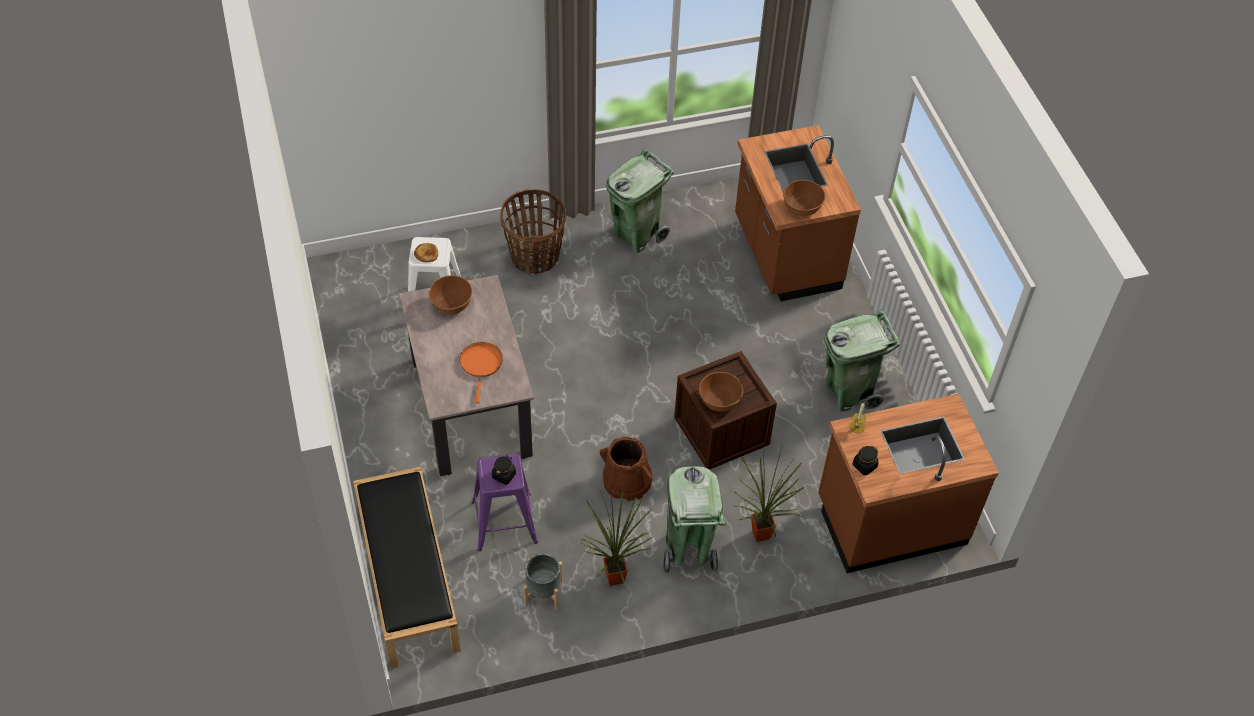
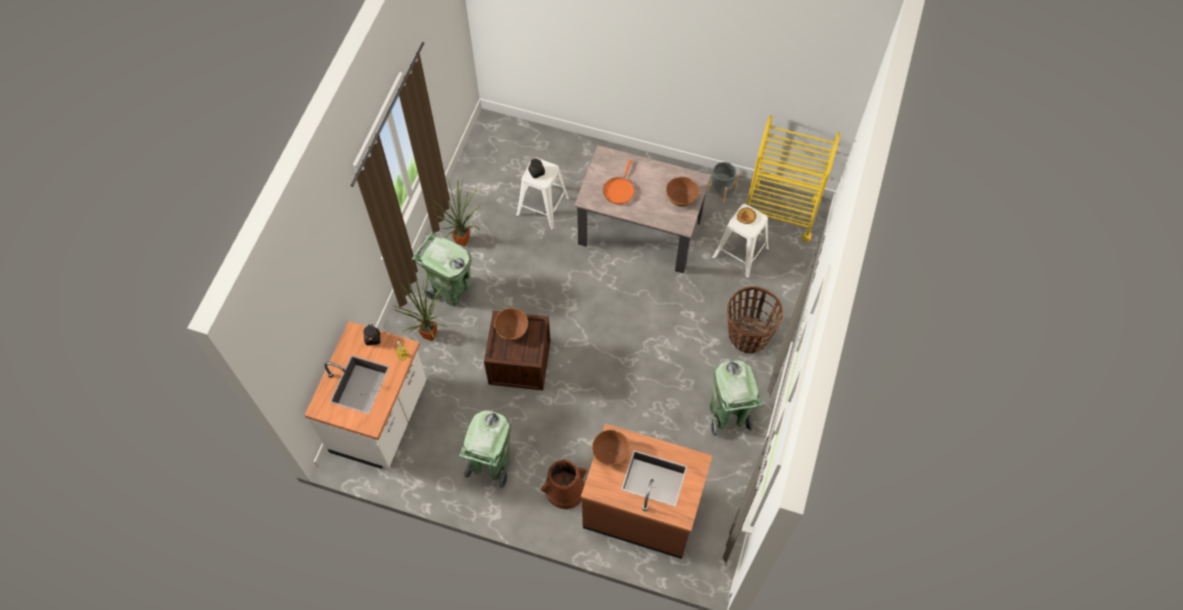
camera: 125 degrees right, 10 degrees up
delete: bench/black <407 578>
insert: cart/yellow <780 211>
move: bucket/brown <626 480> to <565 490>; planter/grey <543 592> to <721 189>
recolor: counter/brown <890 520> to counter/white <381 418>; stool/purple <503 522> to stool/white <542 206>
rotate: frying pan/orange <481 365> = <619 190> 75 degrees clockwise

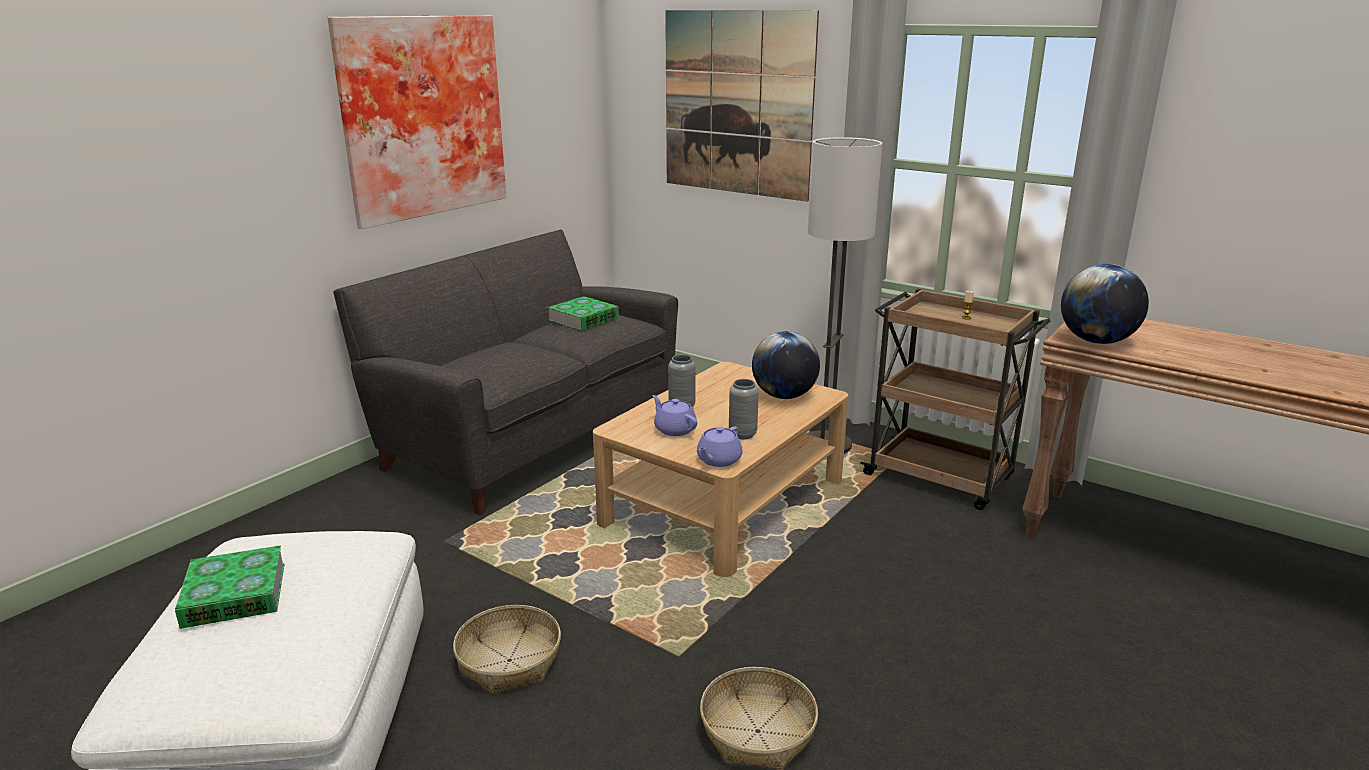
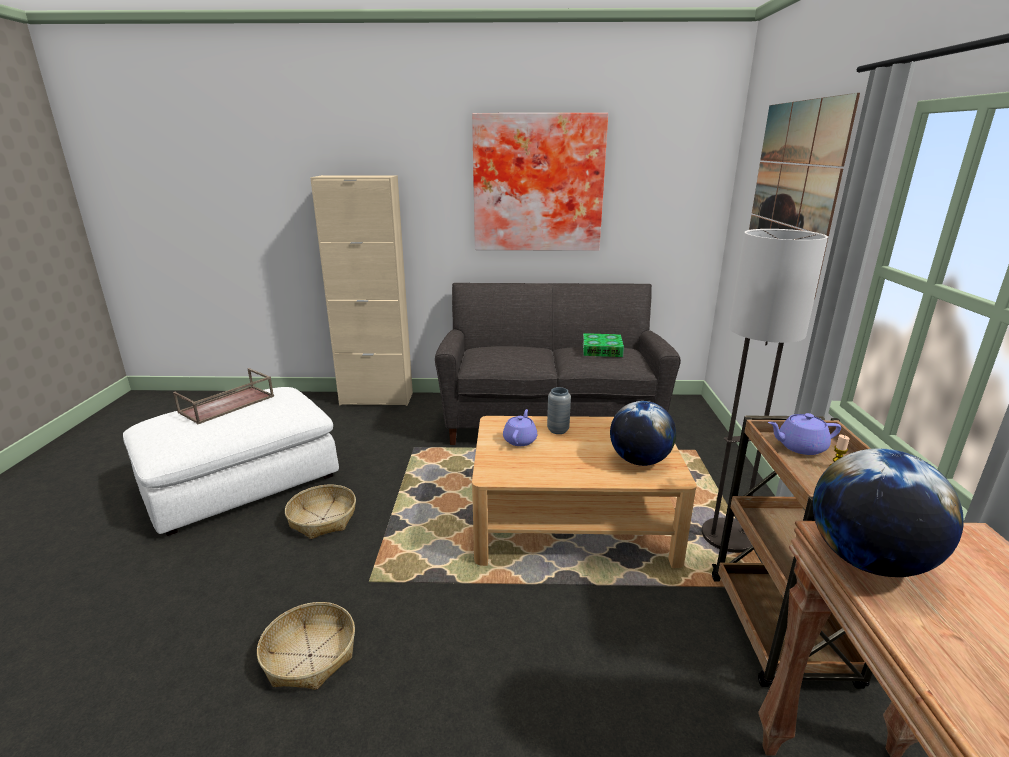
camera: 55 degrees right, 0 degrees up
delete: vase/grey <742 434>
insert: cabinet/beige <376 399>
move: teapot/purple <718 460> to <800 447>
replace: book <235 595> to tray/brown <227 405>

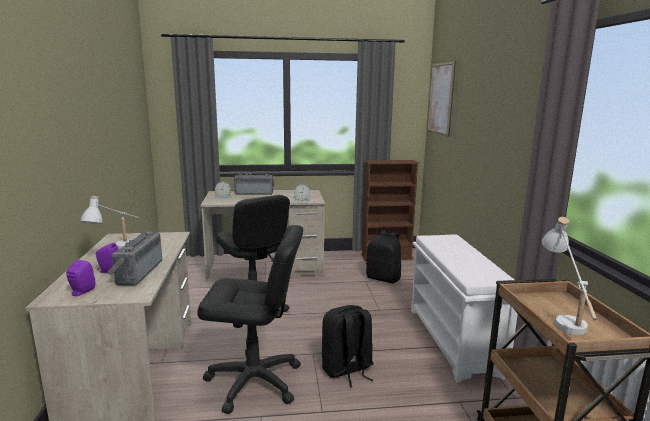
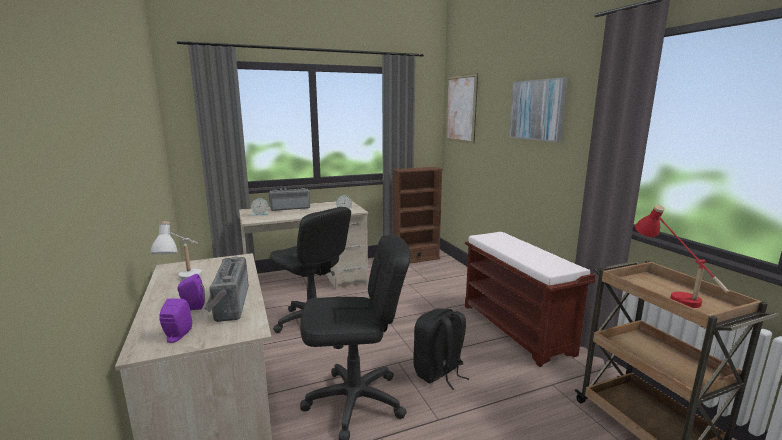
camera: 15 degrees left, 0 degrees up
delete: backpack/black <383 278>
insert: picture <537 110>
recolor: bench/white <454 341> to bench/brown <516 329>; table lamp/white <563 316> to table lamp/red <670 293>

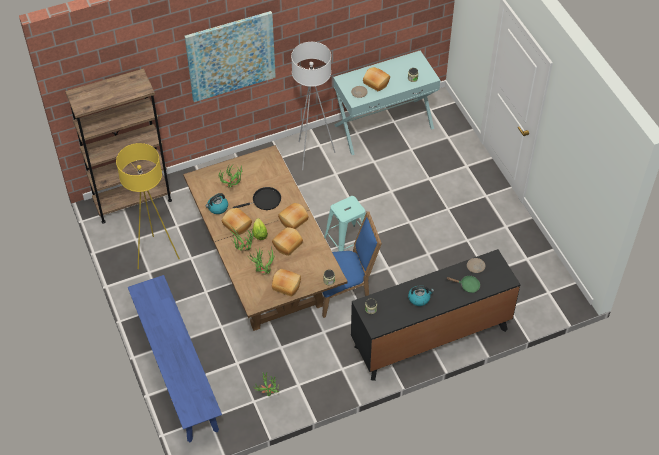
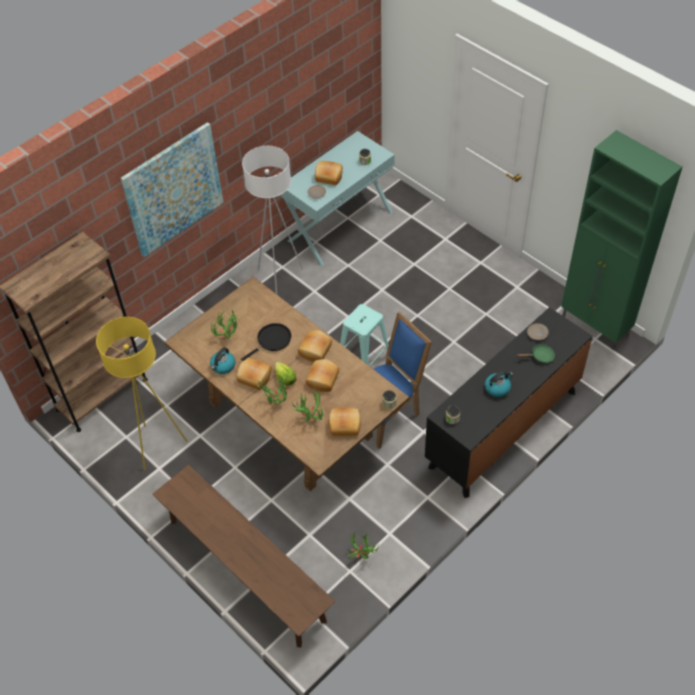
camera: 20 degrees left, 0 degrees up
insert: cabinet/green <595 326>
recolor: bench/blue <177 371> to bench/brown <246 570>

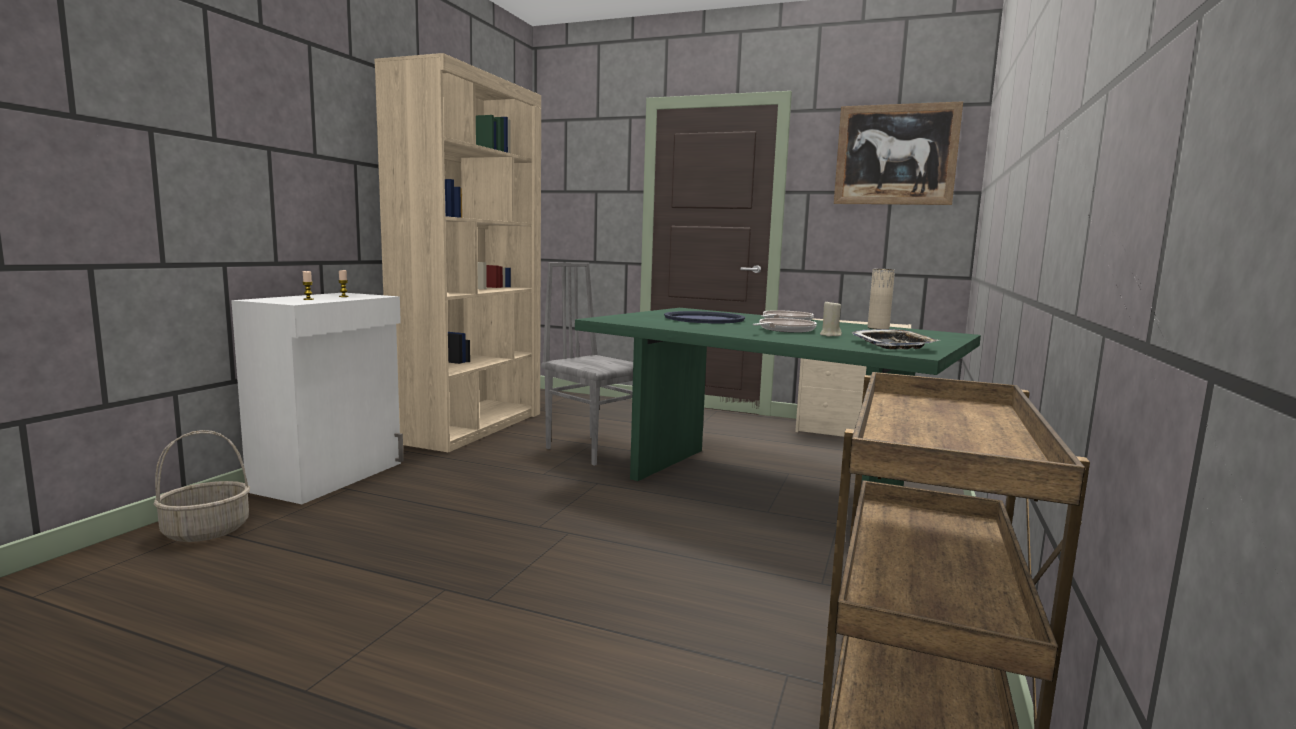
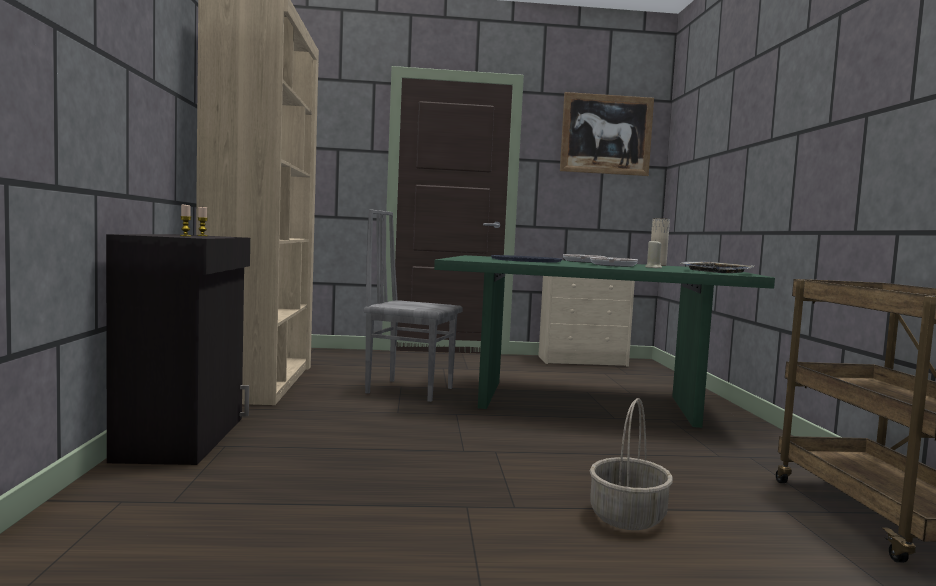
camera: 25 degrees left, 5 degrees down
move: basket <205 531> to <628 517>
recolor: cabinet/white <331 476> to cabinet/black <185 438>

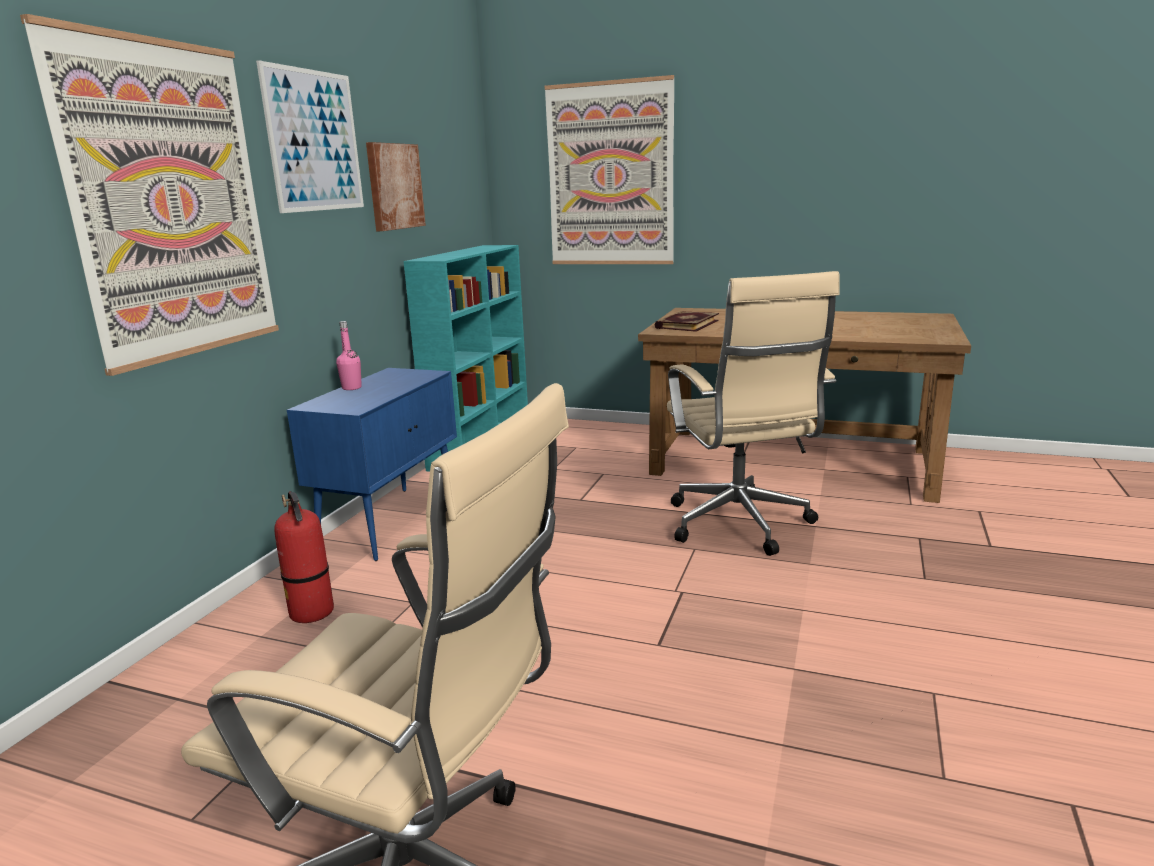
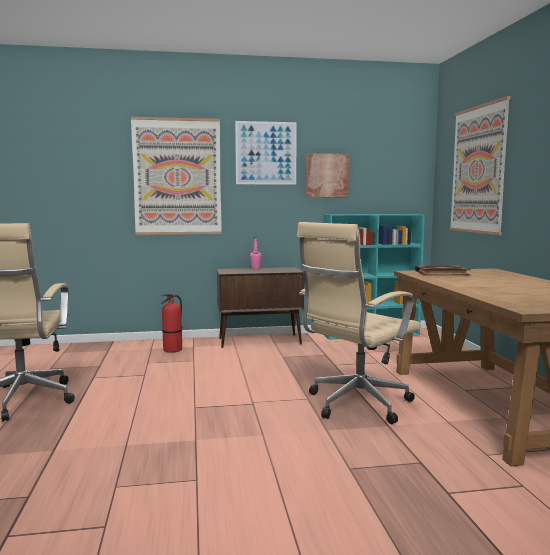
camera: 60 degrees right, 10 degrees down
recolor: cabinet/blue <392 521> to cabinet/brown <260 341>

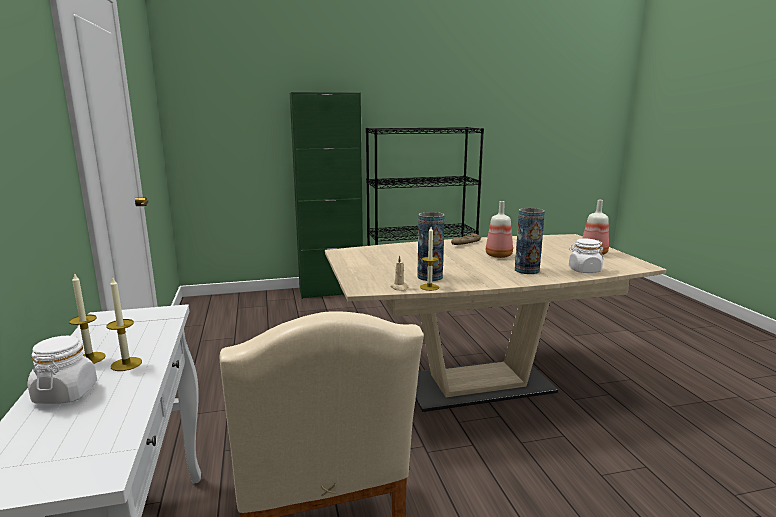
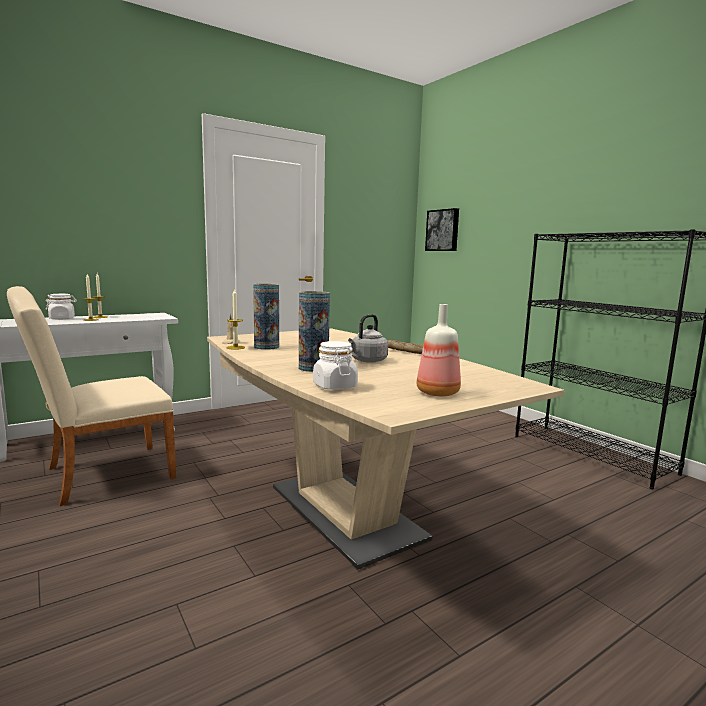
camera: 70 degrees right, 5 degrees down
delete: cabinet/green <331 291>
insert: picture <443 230>
replace: bottle <499 255> to kettle/grey <367 361>

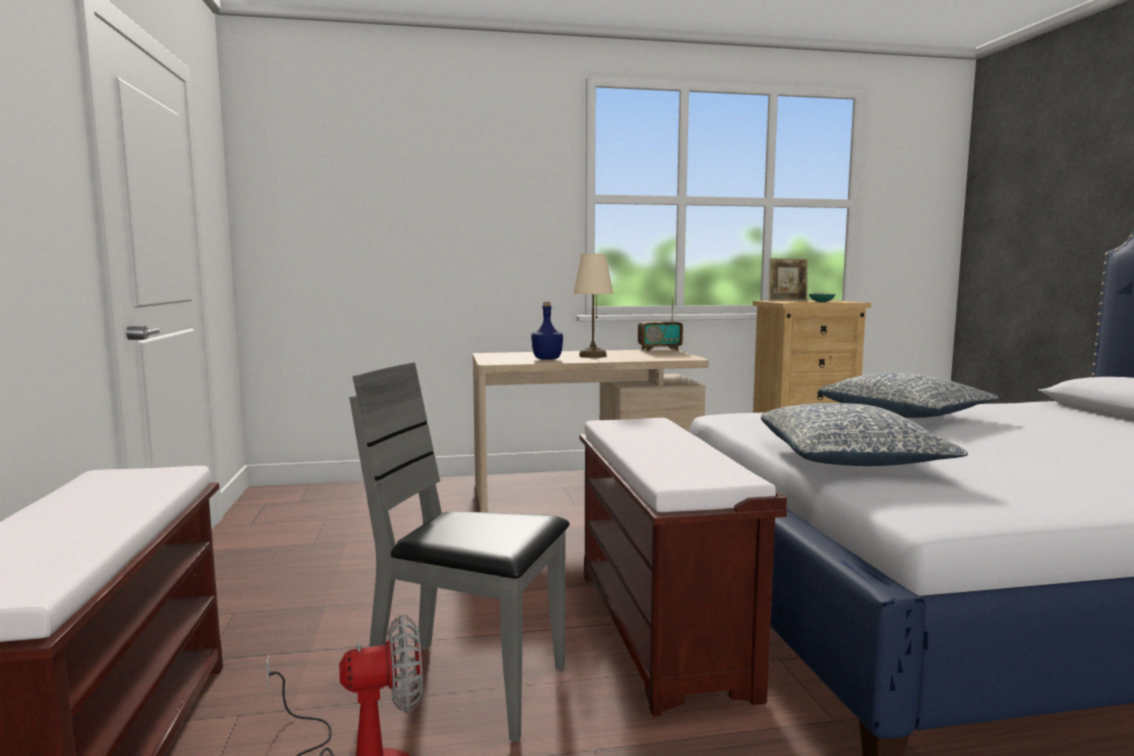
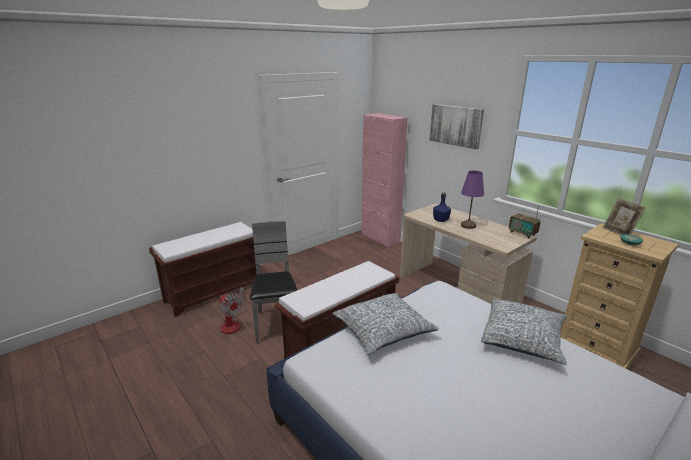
camera: 60 degrees right, 15 degrees up
insert: cabinet/pink <380 238>; picture <456 125>
recolor: table lamp/beige <592 356> to table lamp/purple <468 225>

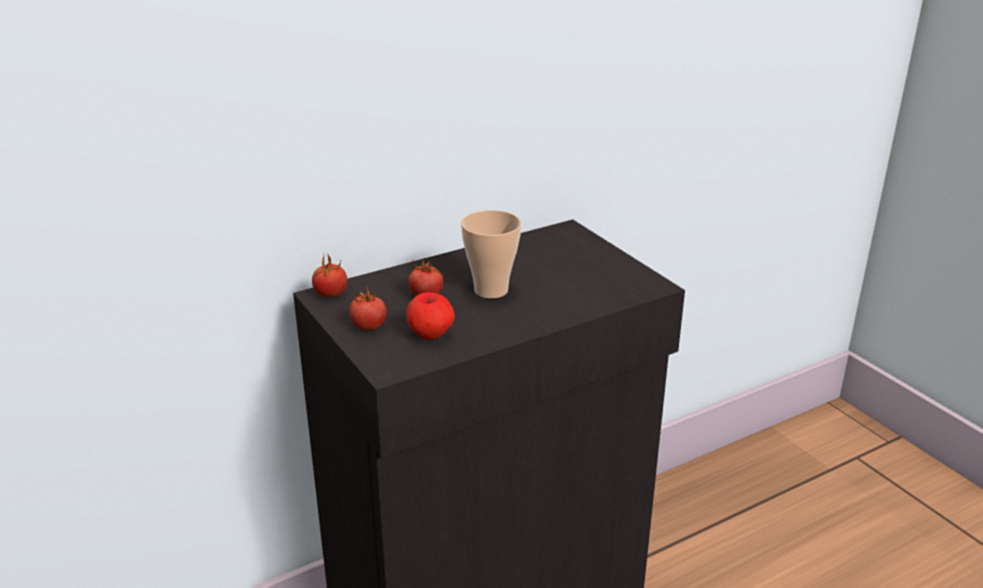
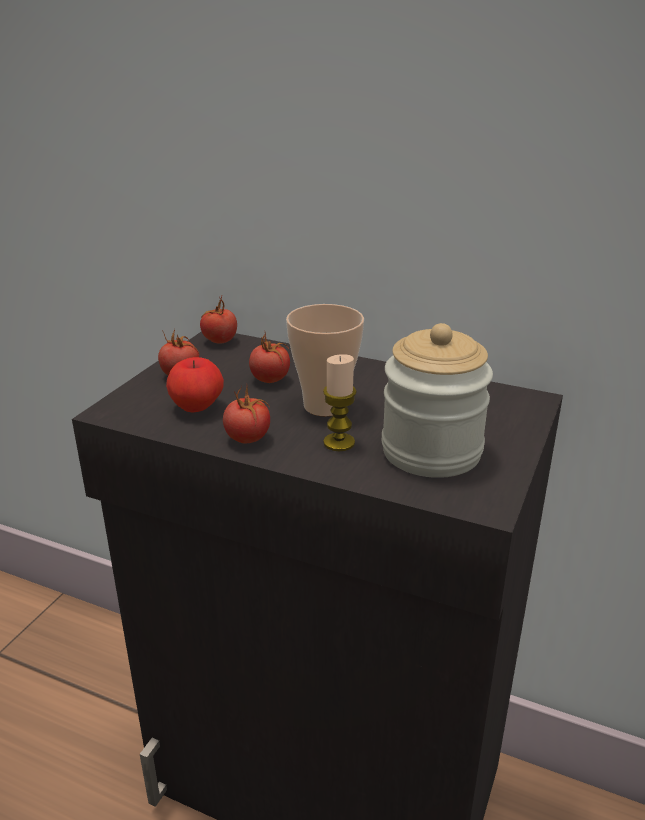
camera: 55 degrees right, 0 degrees up
insert: tomato <248 439>; candle <339 443>; jar <431 451>

